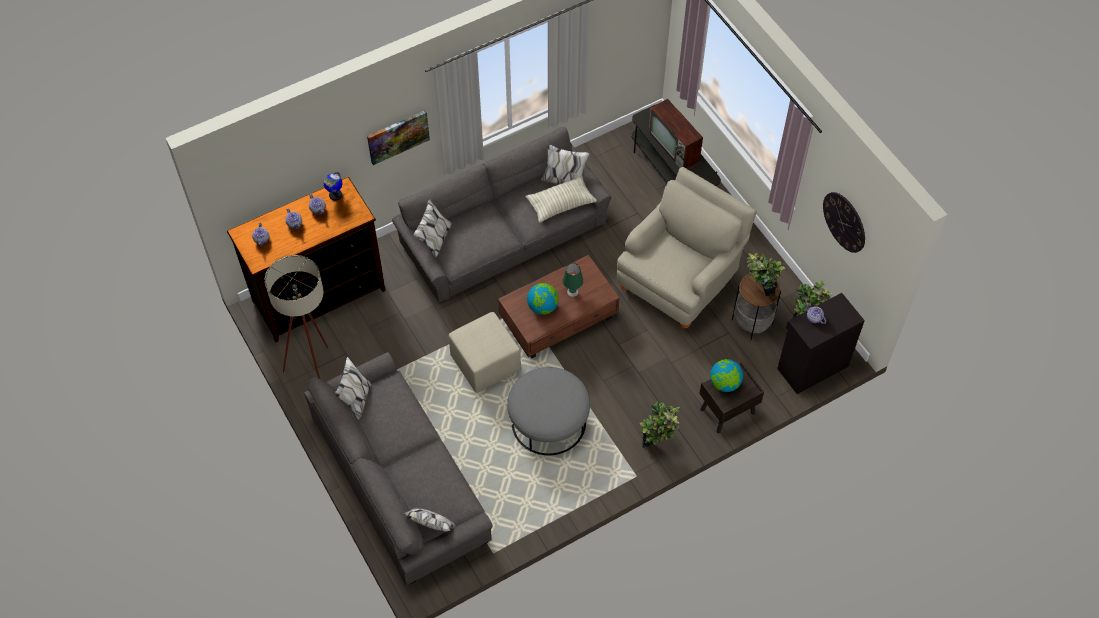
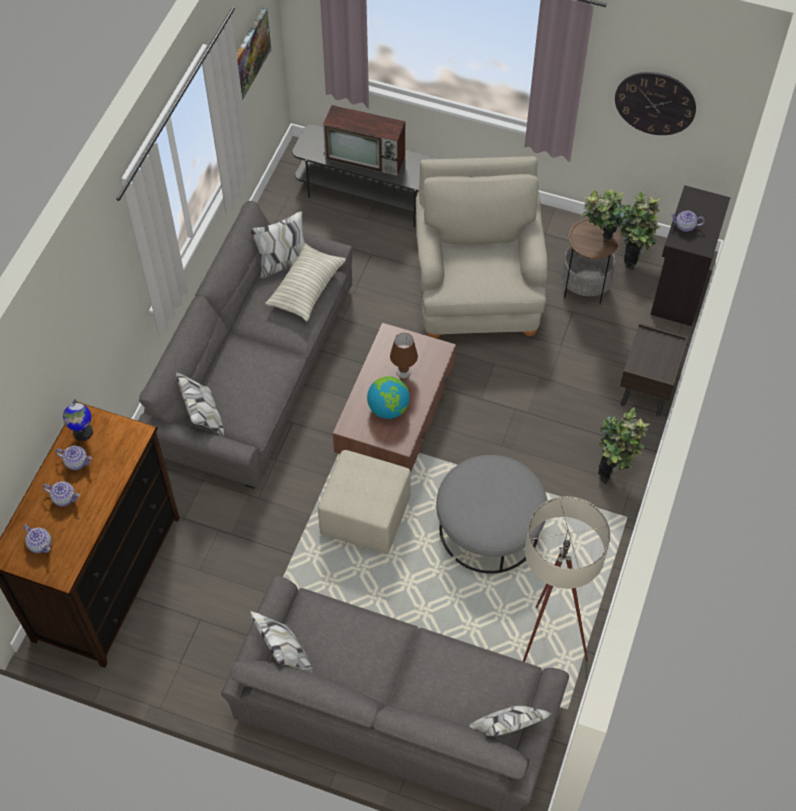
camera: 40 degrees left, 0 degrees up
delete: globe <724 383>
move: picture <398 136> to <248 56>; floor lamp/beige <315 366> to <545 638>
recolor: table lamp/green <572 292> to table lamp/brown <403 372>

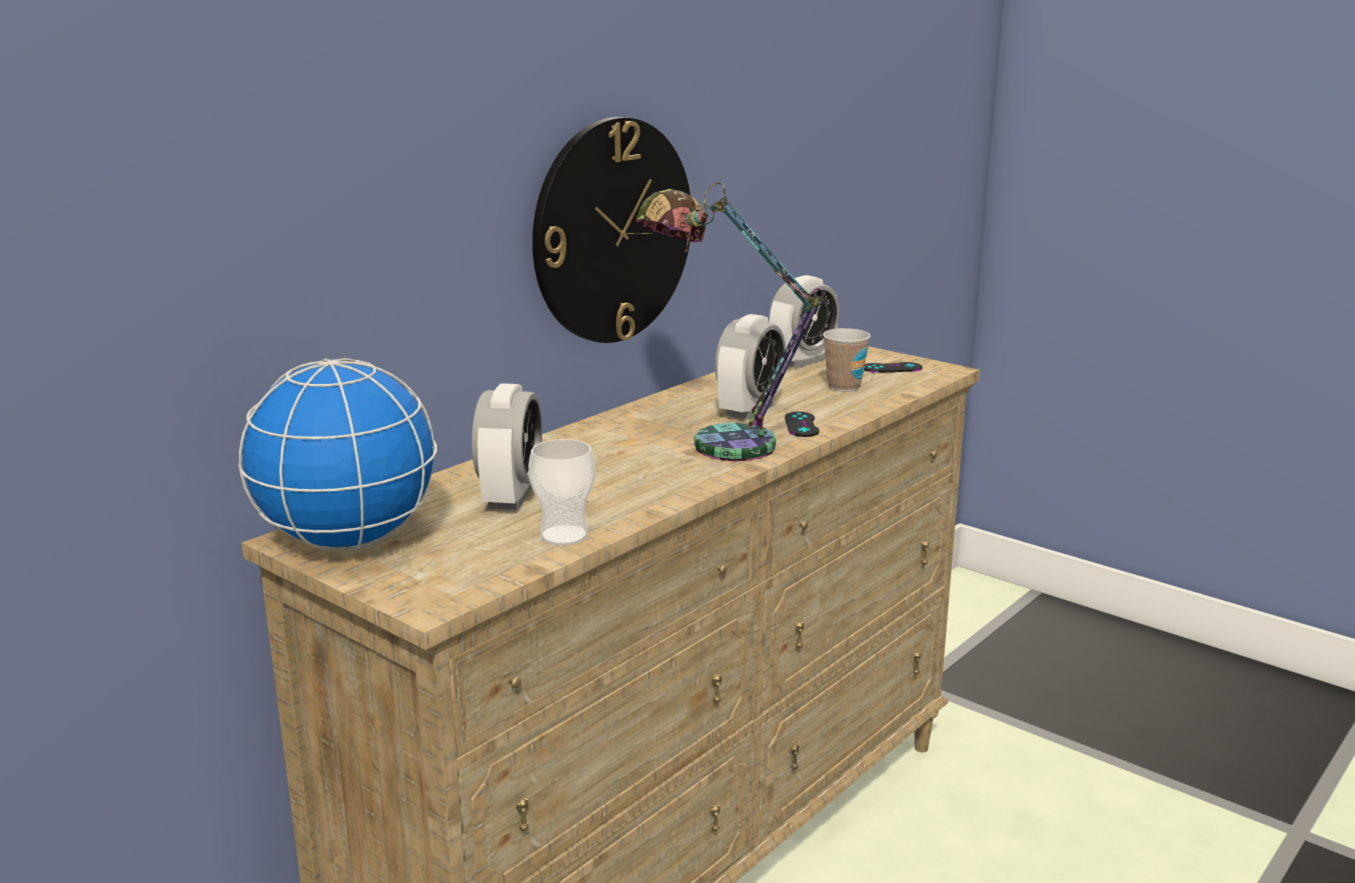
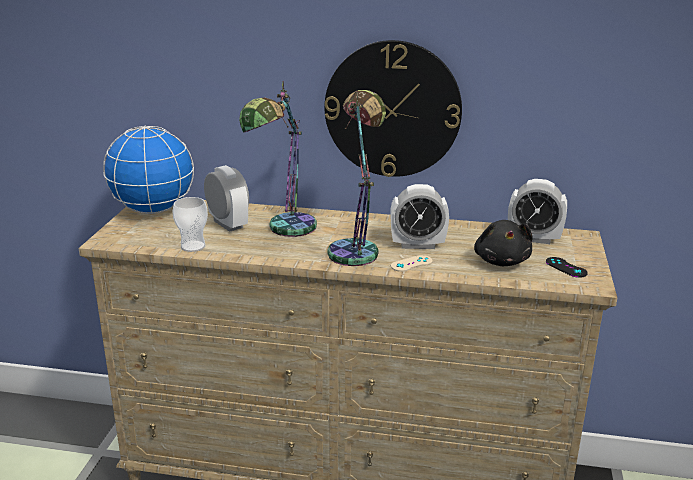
camera: 60 degrees right, 5 degrees up
insert: table lamp <284 232>
replace: cup <844 386> to plush toy/black <501 261>
recolor: game controller/black <801 425> to game controller/beige <411 264>
rotate: alarm clock <510 497> = <228 224> 105 degrees counterclockwise

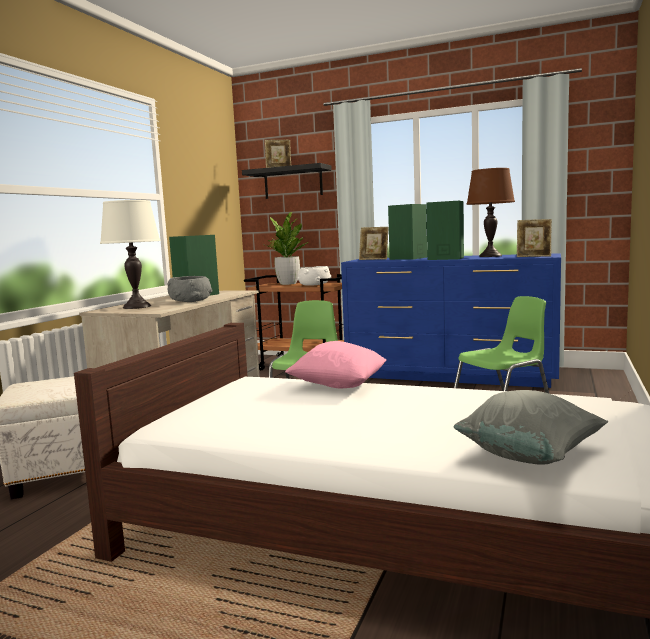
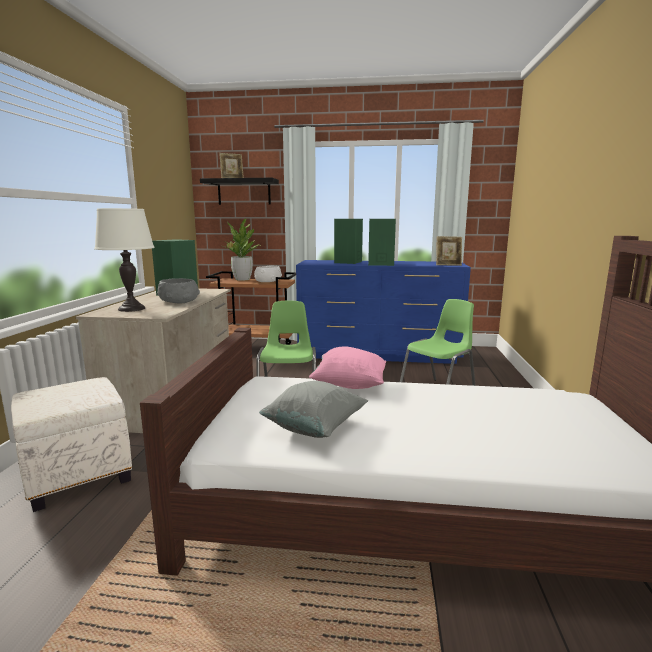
camera: 15 degrees left, 5 degrees up
delete: picture frame <374 259>; table lamp/brown <490 256>
move: pillow/grey <530 456> to <315 428>

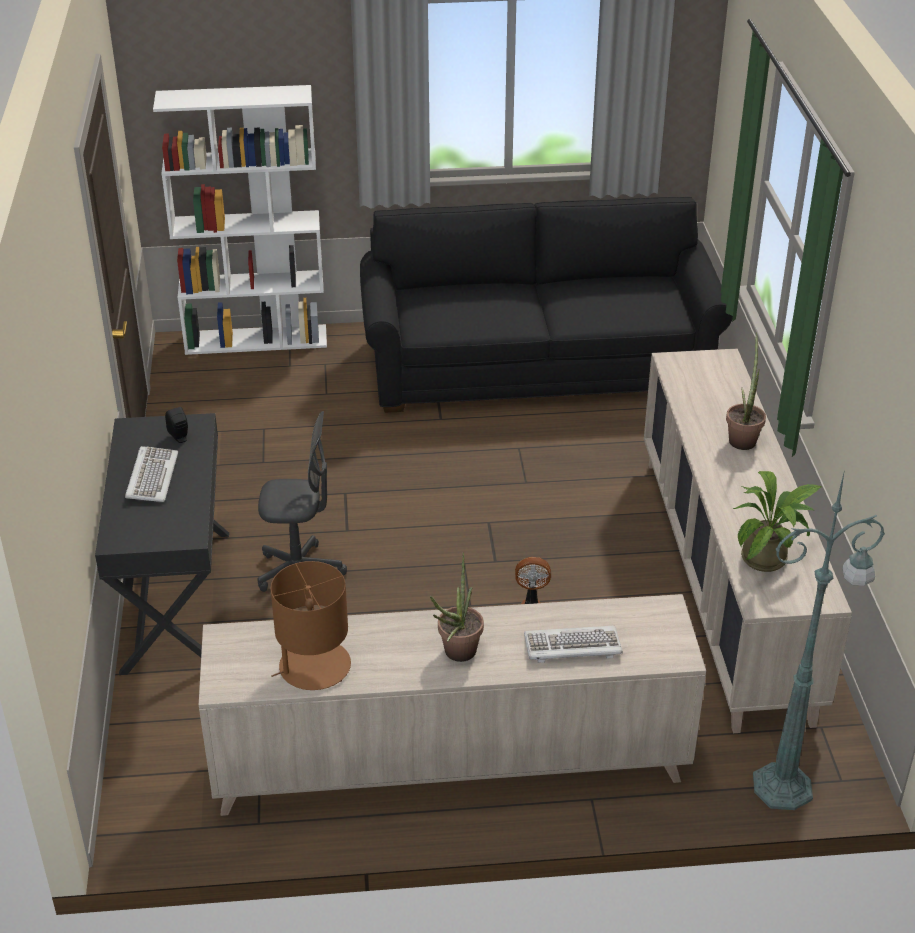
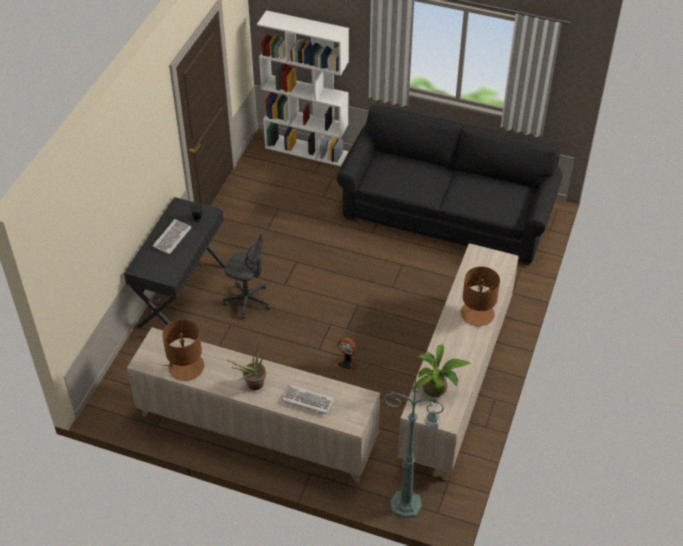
camera: 25 degrees right, 10 degrees up
replace: potted plant <742 438> to table lamp/brown <477 313>

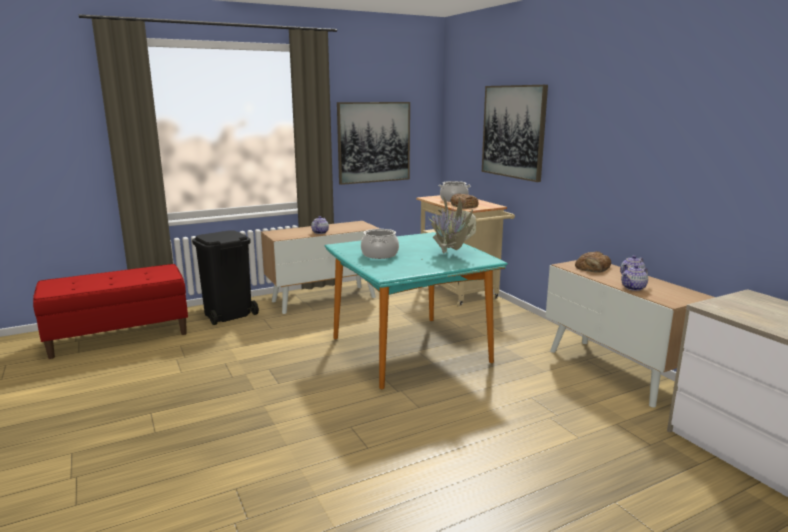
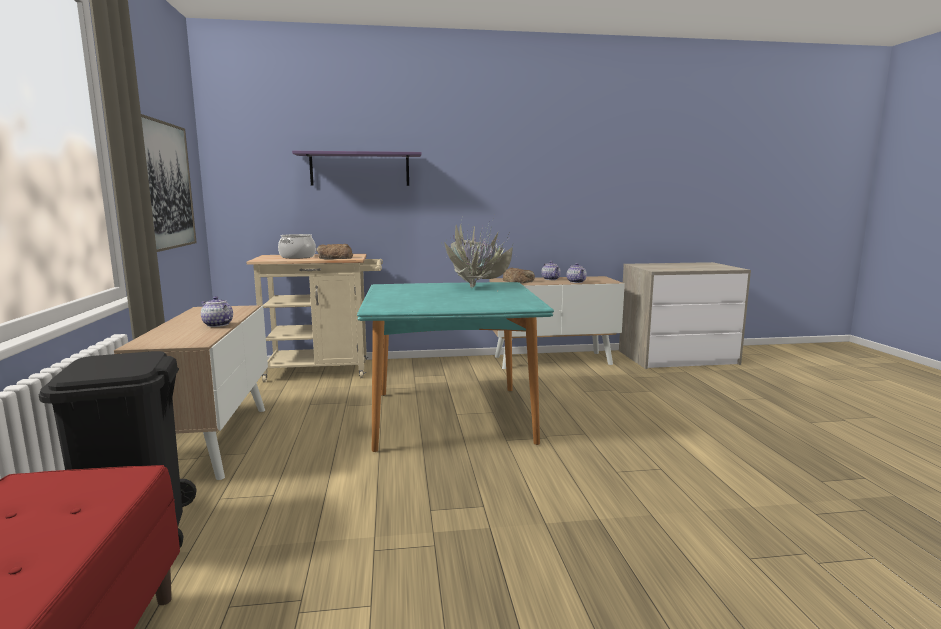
camera: 70 degrees left, 5 degrees down
delete: cooking pot <379 255>
replace: picture <513 131> to shelf/purple <360 169>

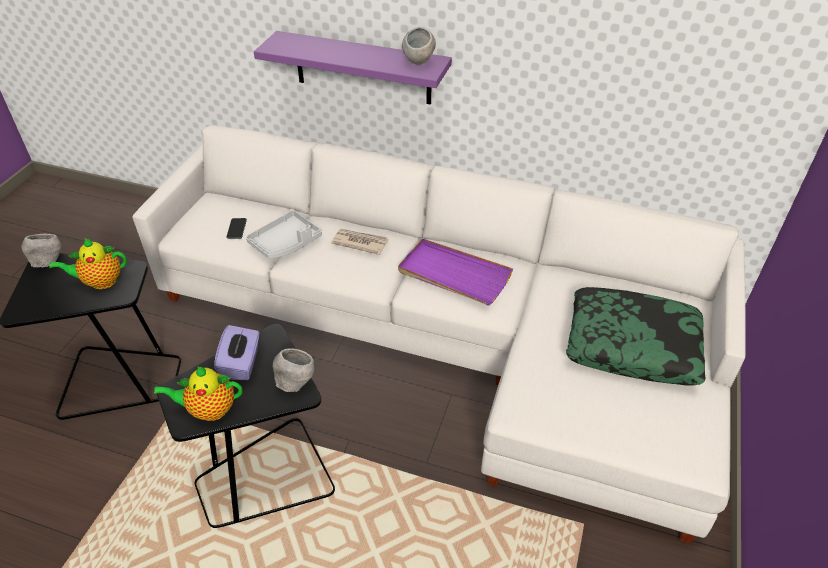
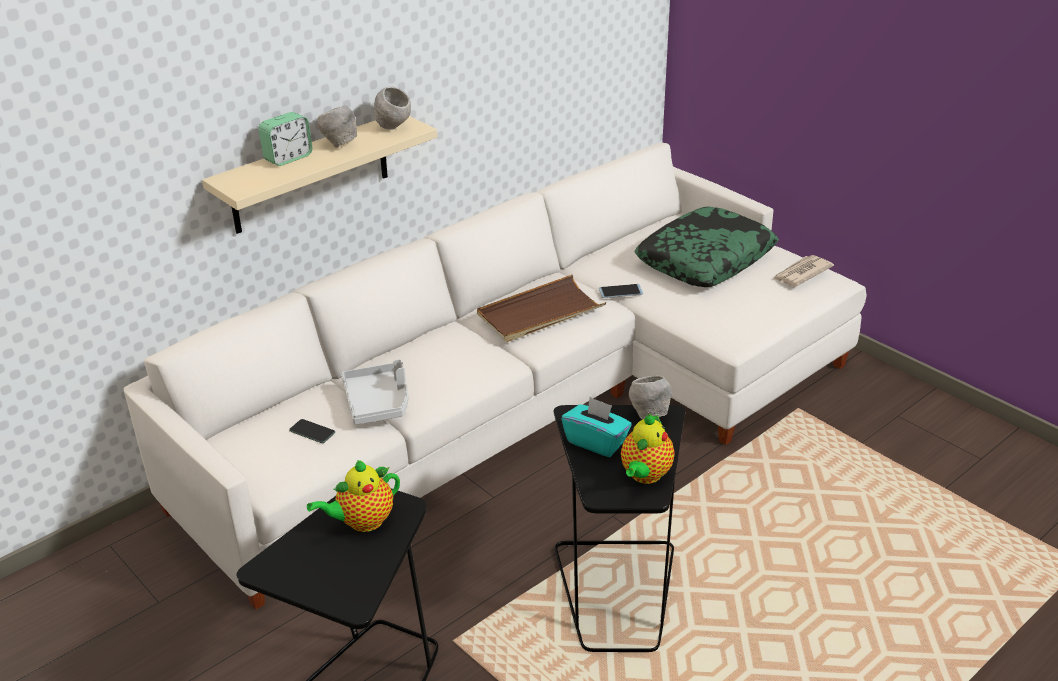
camera: 60 degrees left, 10 degrees down
insert: alarm clock <288 158>; phone <620 291>
move: bowl/grey <48 263> to <339 145>; newspaper <359 242> to <801 273>
recolor: shelf/purple <362 68> to shelf/beige <310 174>; tray/purple <453 275> to tray/brown <540 313>; tissue box/purple <241 364> to tissue box/turquoise <596 442>
rotate: teapot <100 282> = <362 522> 45 degrees clockwise

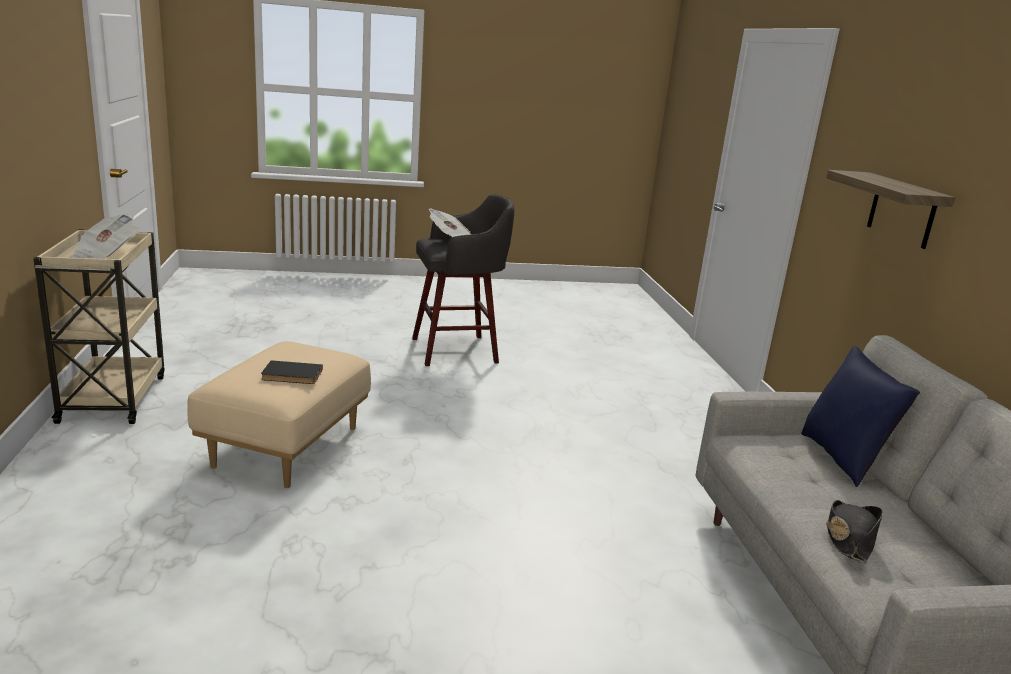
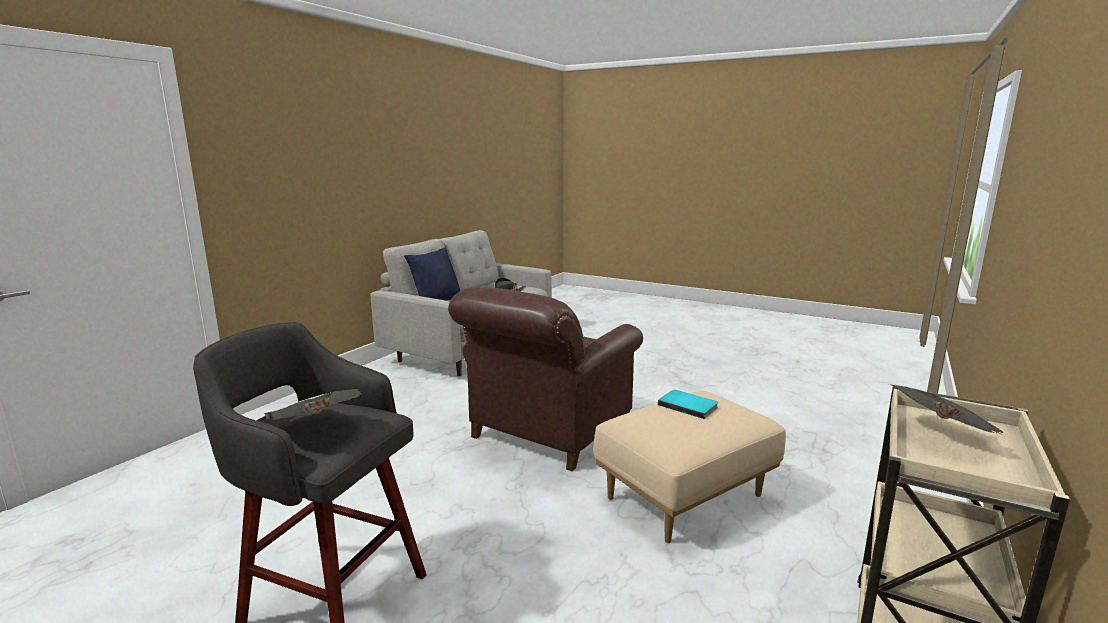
camera: 140 degrees left, 5 degrees down
delete: shelf <902 210>
insert: armchair/brown <546 433>
recolor: book/black <291 375> to book/turquoise <688 405>

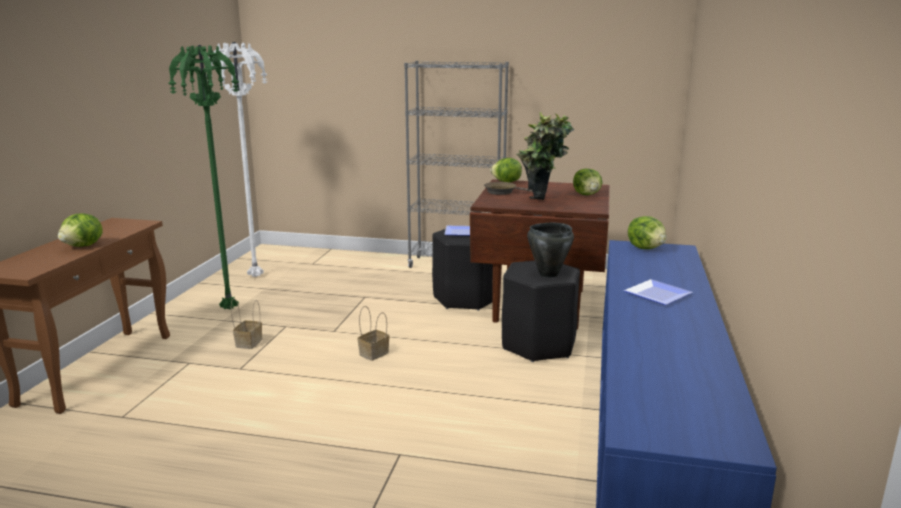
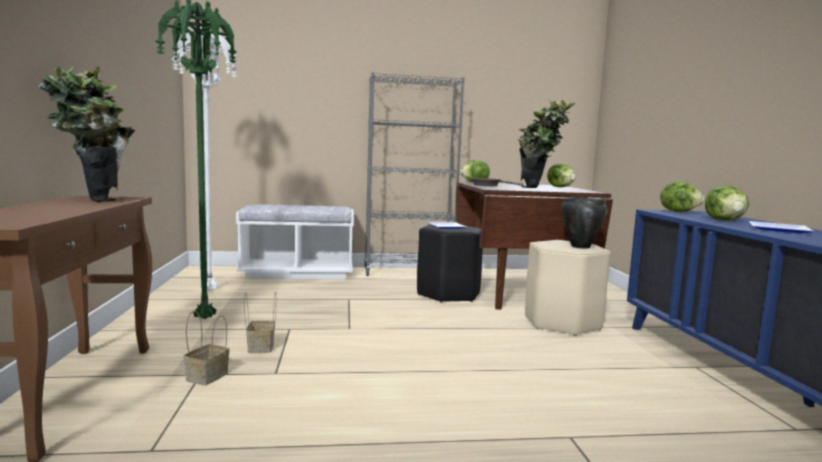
camera: 20 degrees left, 10 degrees down
insert: potted plant <94 199>; bench/white <297 273>
move: basket <373 354> to <207 377>; lettuce <84 246> to <725 220>
recolor: stool/black <538 345> to stool/beige <562 323>

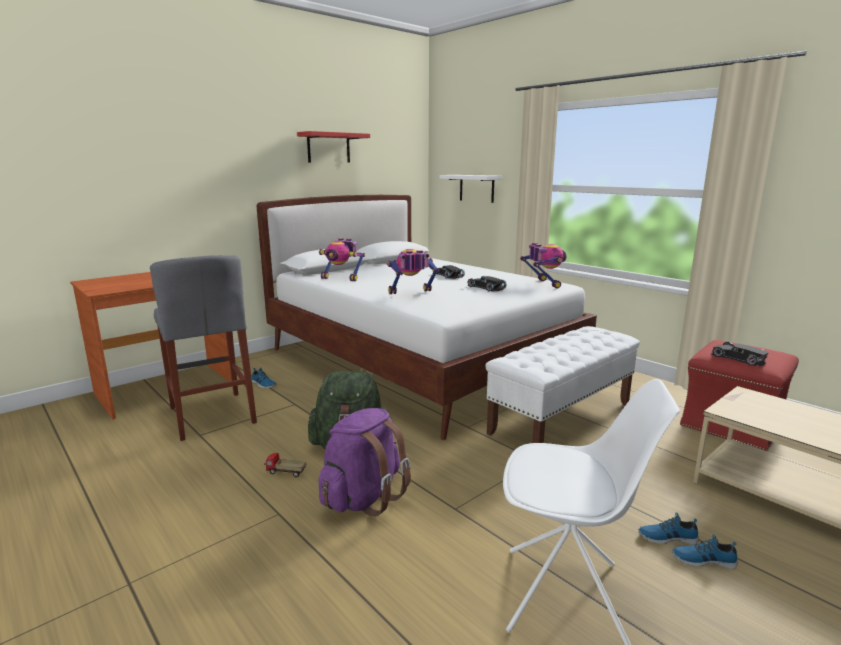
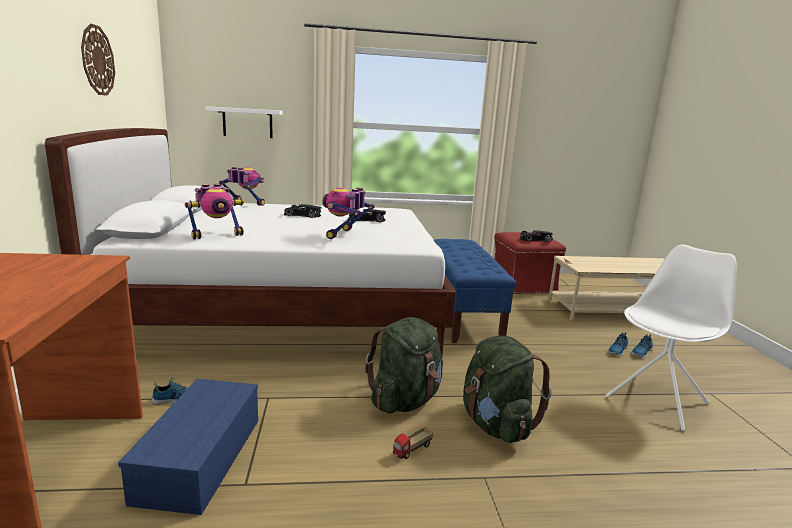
camera: 55 degrees left, 0 degrees up
move: toy robot <543 284> to <245 204>
replace: shelf/red <328 148> to wall clock <97 60>; stool/grey <212 415> to storage box/blue <201 459>
recolor: bench/white <561 418> to bench/blue <461 314>; backpack/purple <364 498> to backpack/green <496 425>

